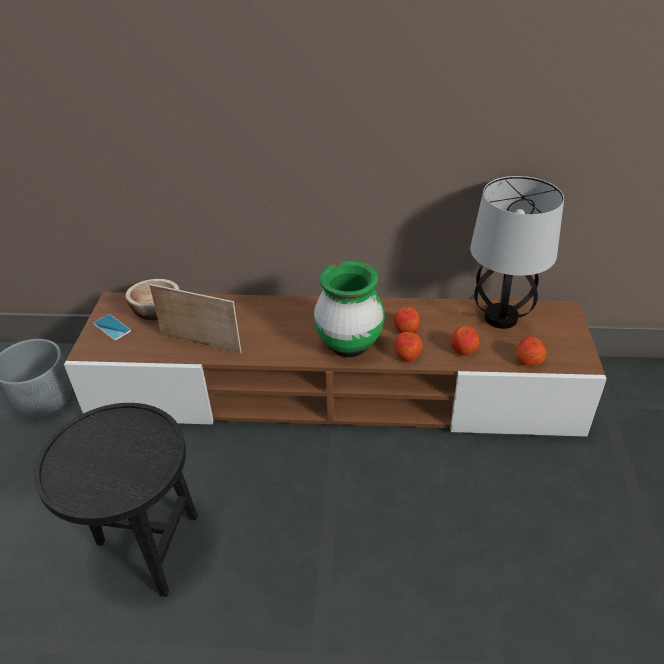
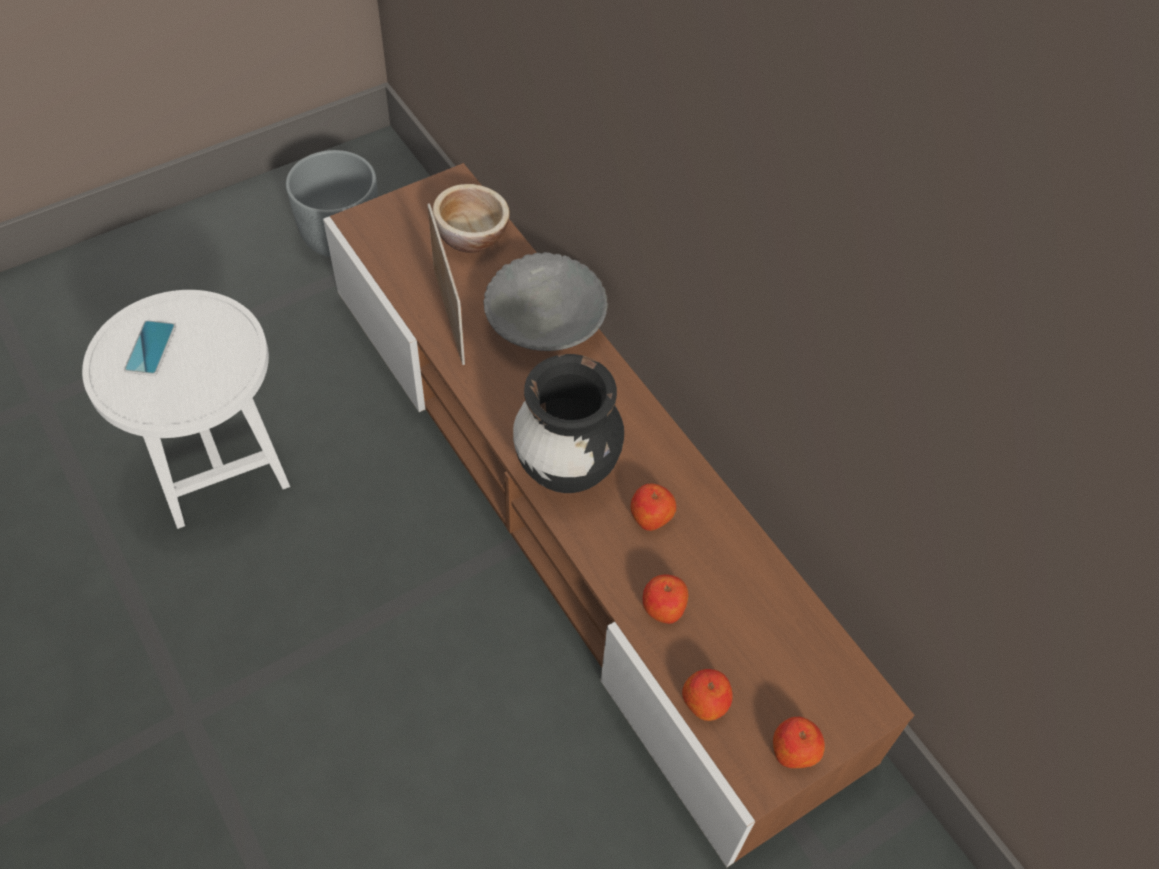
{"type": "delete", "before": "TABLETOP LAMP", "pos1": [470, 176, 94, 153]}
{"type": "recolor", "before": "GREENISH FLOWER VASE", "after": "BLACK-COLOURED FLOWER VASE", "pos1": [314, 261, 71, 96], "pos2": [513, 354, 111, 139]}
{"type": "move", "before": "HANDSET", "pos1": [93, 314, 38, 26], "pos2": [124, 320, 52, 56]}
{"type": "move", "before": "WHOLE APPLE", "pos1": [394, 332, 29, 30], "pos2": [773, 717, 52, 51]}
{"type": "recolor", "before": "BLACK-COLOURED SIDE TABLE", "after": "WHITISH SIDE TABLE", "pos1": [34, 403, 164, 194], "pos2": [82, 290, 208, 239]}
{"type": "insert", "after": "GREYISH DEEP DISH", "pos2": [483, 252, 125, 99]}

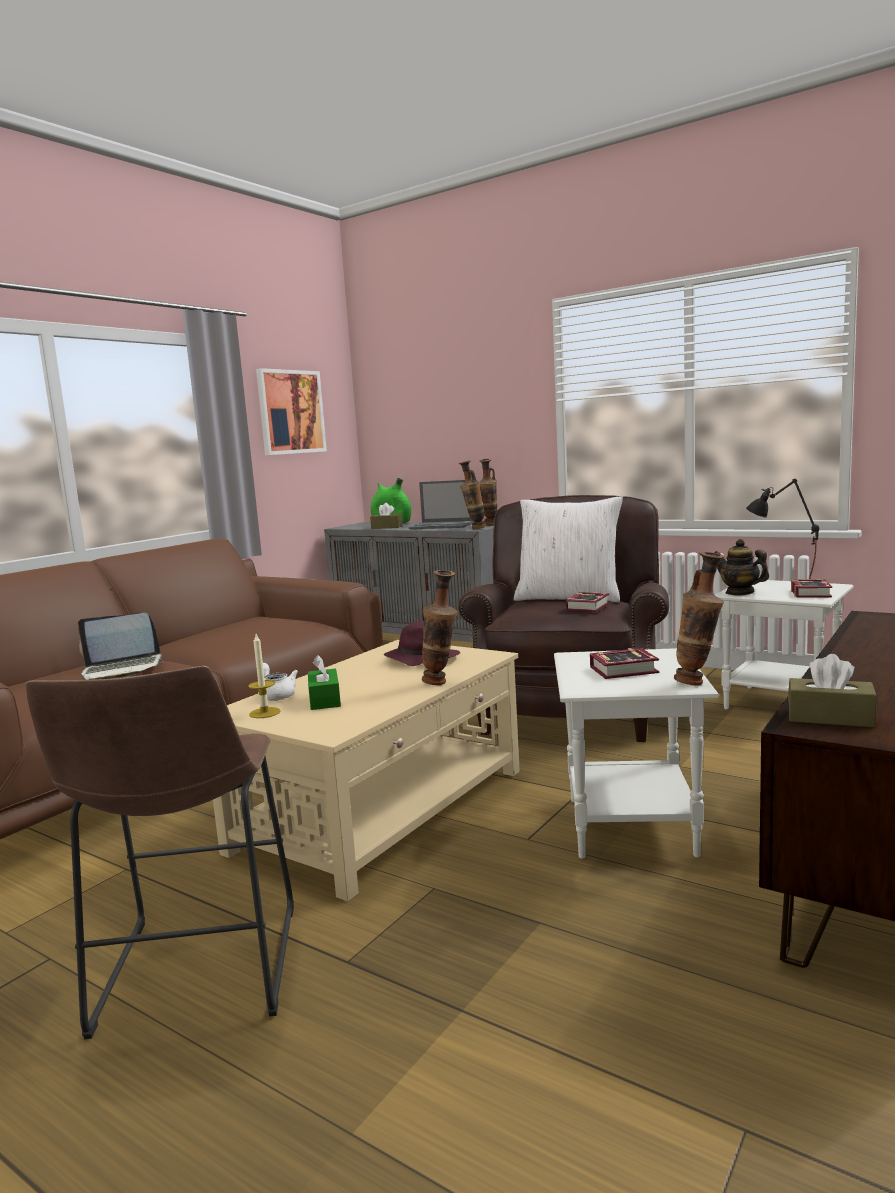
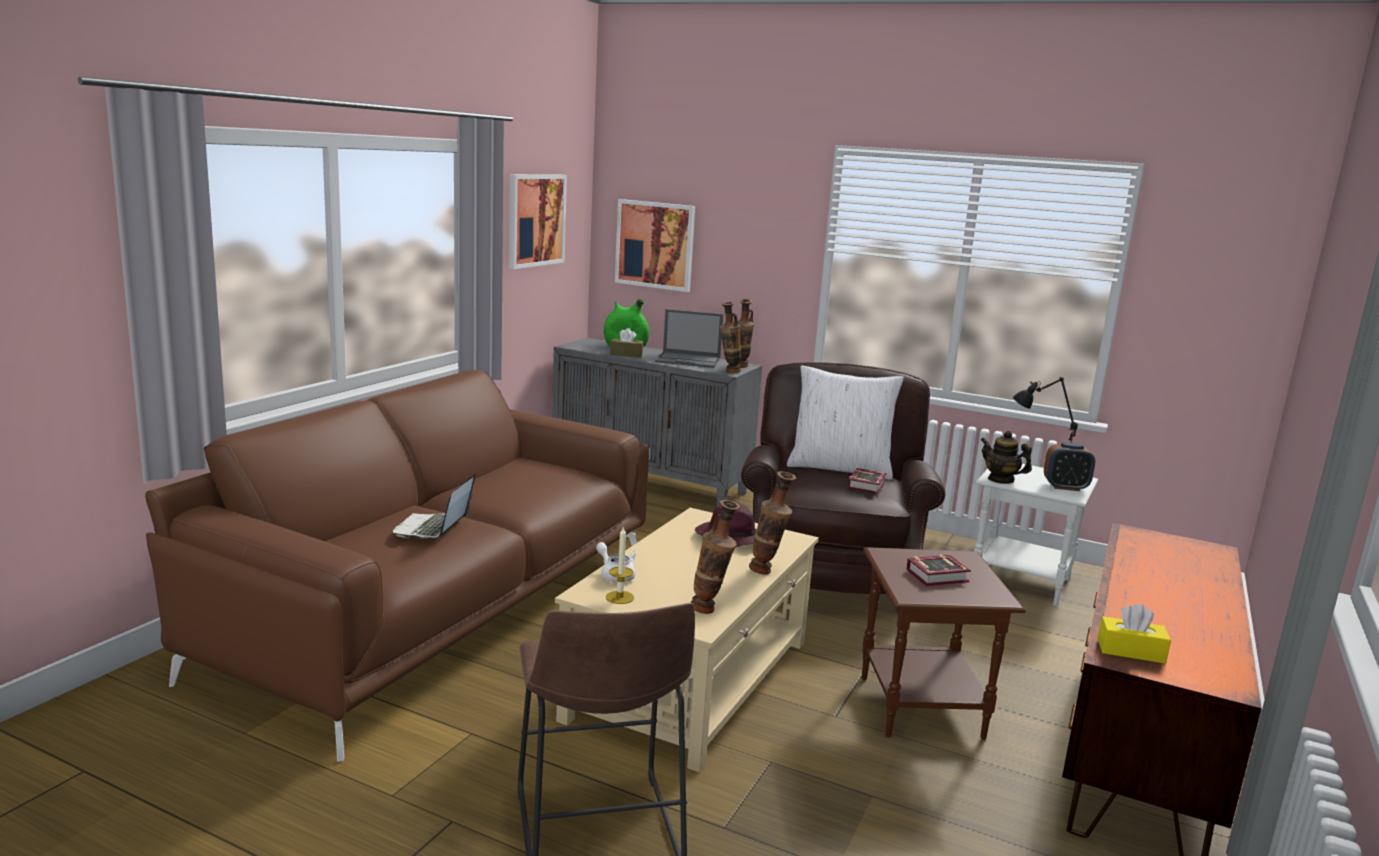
{"type": "move", "before": "FLOWER VASE", "pos1": [674, 552, 51, 133], "pos2": [690, 500, 51, 114]}
{"type": "replace", "before": "BOOK", "after": "ALARM CLOCK", "pos1": [791, 579, 41, 19], "pos2": [1044, 443, 51, 48]}
{"type": "rotate", "before": "PORTABLE COMPUTER", "pos1": [78, 613, 84, 67], "pos2": [393, 473, 83, 66], "turn": 120}
{"type": "recolor", "before": "WHITISH SIDE TABLE", "after": "BROWN SIDE TABLE", "pos1": [554, 648, 165, 211], "pos2": [862, 547, 164, 193]}
{"type": "recolor", "before": "BROWN TISSUE BOX", "after": "YELLOW-COLOURED TISSUE BOX", "pos1": [788, 654, 89, 74], "pos2": [1098, 604, 73, 60]}
{"type": "delete", "before": "GREENISH TISSUE BOX", "pos1": [308, 655, 33, 55]}
{"type": "insert", "after": "PICTURE", "pos2": [615, 199, 80, 93]}

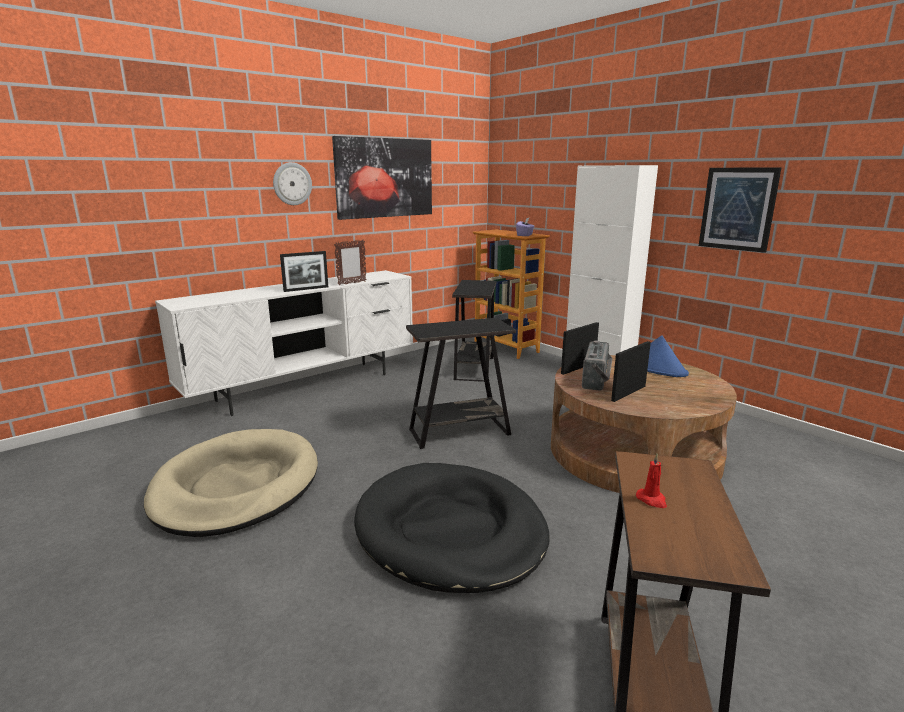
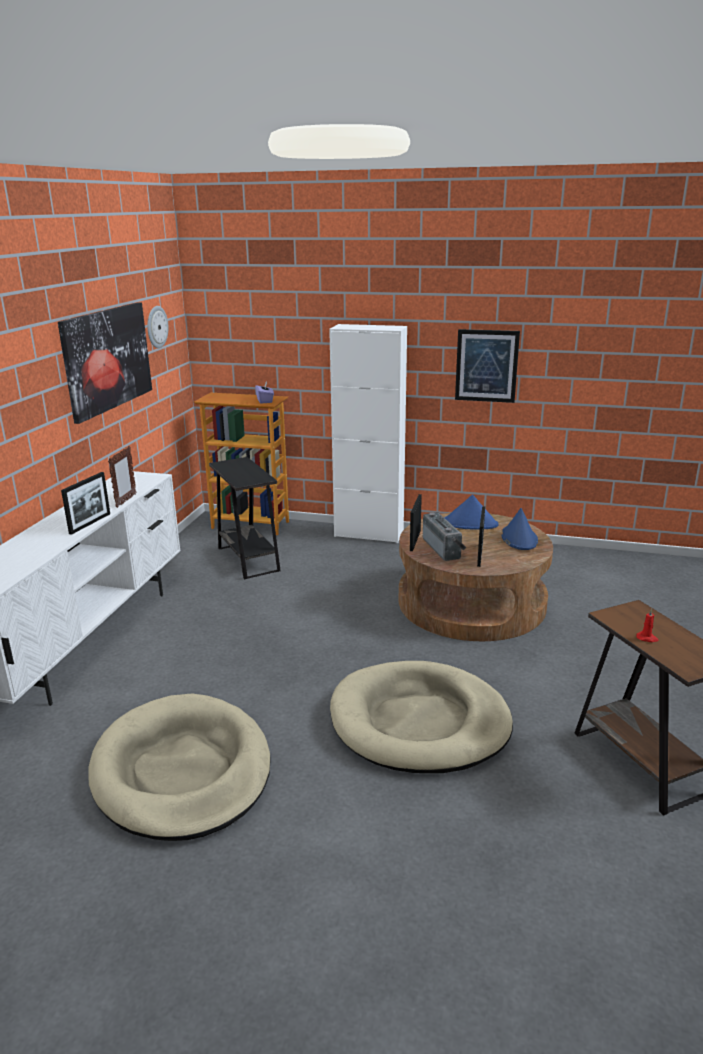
{"type": "move", "before": "HANGING CLOCK", "pos1": [273, 162, 39, 43], "pos2": [147, 306, 21, 42]}
{"type": "delete", "before": "BLACK-COLOURED SIDE TABLE", "pos1": [406, 318, 110, 131]}
{"type": "recolor", "before": "BLACK-COLOURED DOG CUSHION", "after": "SAND-COLOURED DOG CUSHION", "pos1": [354, 463, 195, 130], "pos2": [330, 661, 183, 112]}
{"type": "insert", "after": "BLUE-COLOURED CLOTHING HAT", "pos2": [502, 508, 36, 42]}

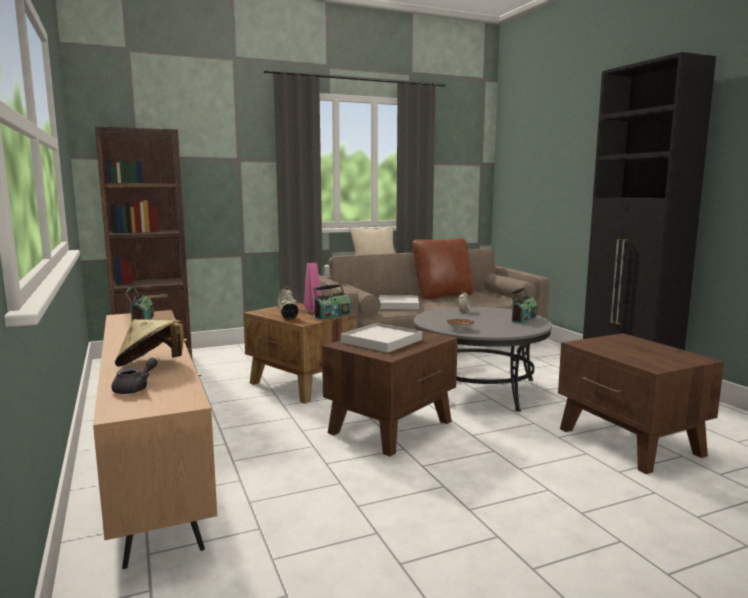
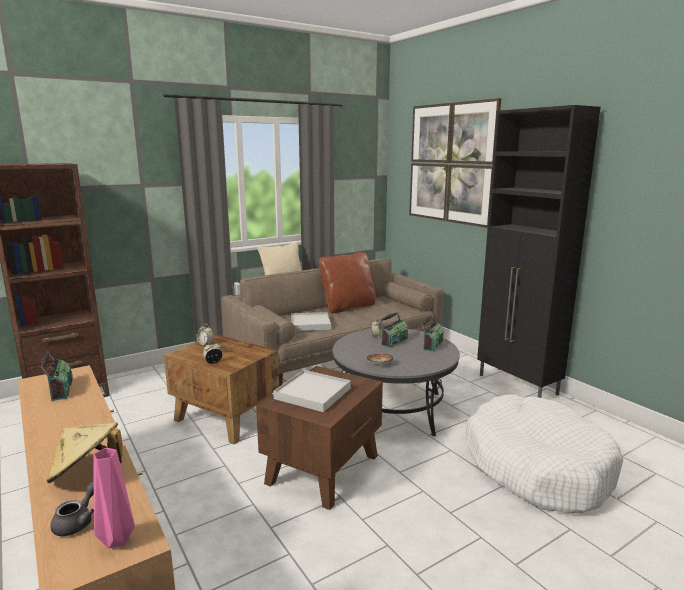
{"type": "move", "before": "PINKISH FLOWER VASE", "pos1": [304, 263, 17, 50], "pos2": [93, 448, 42, 100]}
{"type": "move", "before": "RADIO RECEIVER", "pos1": [313, 284, 38, 36], "pos2": [380, 312, 28, 36]}
{"type": "replace", "before": "BROWN SIDE TABLE", "after": "WHITISH DOG CUSHION", "pos1": [558, 333, 166, 141], "pos2": [466, 394, 157, 120]}
{"type": "insert", "after": "PICTURE", "pos2": [409, 98, 92, 130]}

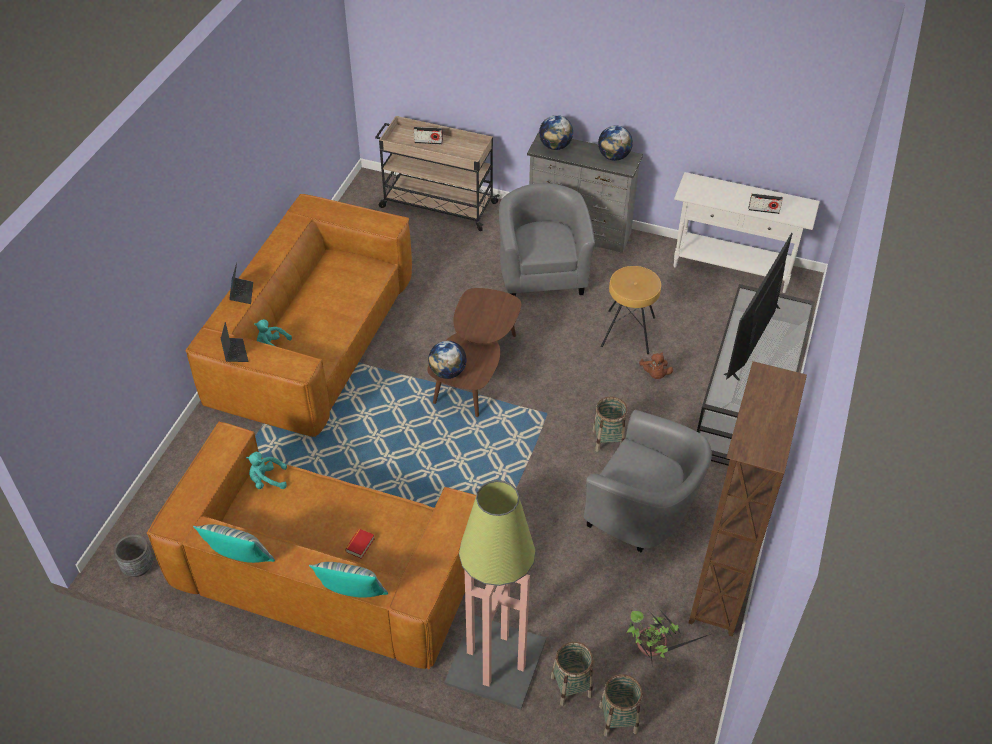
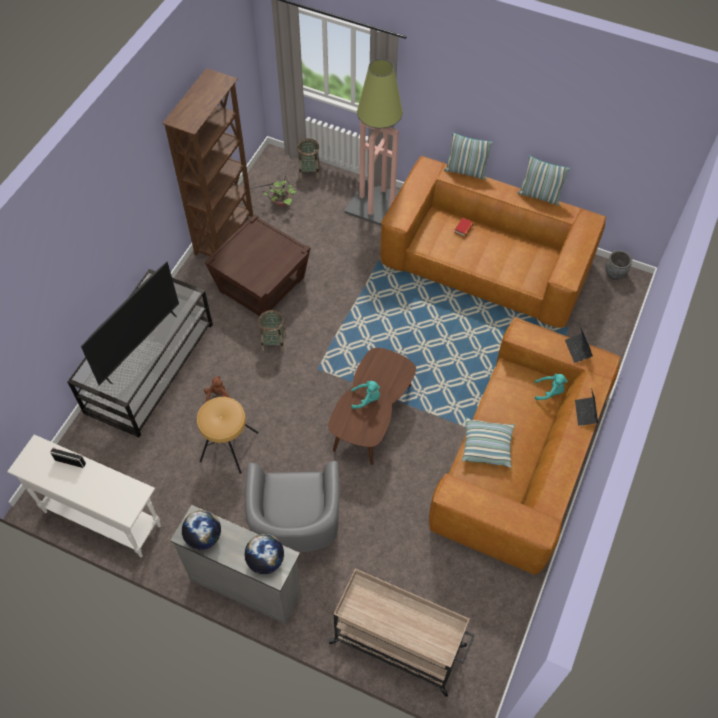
{"type": "delete", "before": "RADIO RECEIVER", "pos1": [414, 127, 29, 17]}
{"type": "delete", "before": "DESK GLOBE", "pos1": [428, 341, 39, 38]}
{"type": "replace", "before": "GREYISH ARMCHAIR", "after": "BROWN SIDE TABLE", "pos1": [584, 410, 128, 143], "pos2": [205, 214, 106, 102]}
{"type": "move", "before": "TURQUOISE CUDDLY TOY", "pos1": [246, 452, 41, 37], "pos2": [351, 381, 29, 28]}
{"type": "delete", "before": "STORAGE BASKET", "pos1": [551, 642, 42, 64]}
{"type": "insert", "after": "CUSHION", "pos2": [462, 417, 53, 51]}

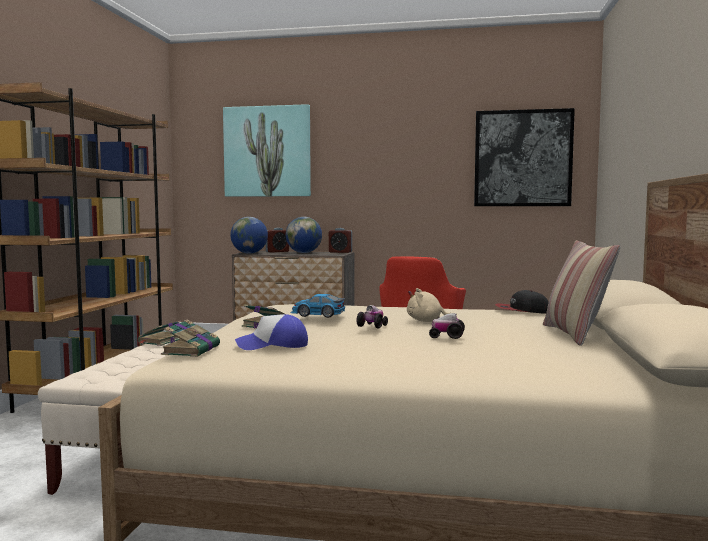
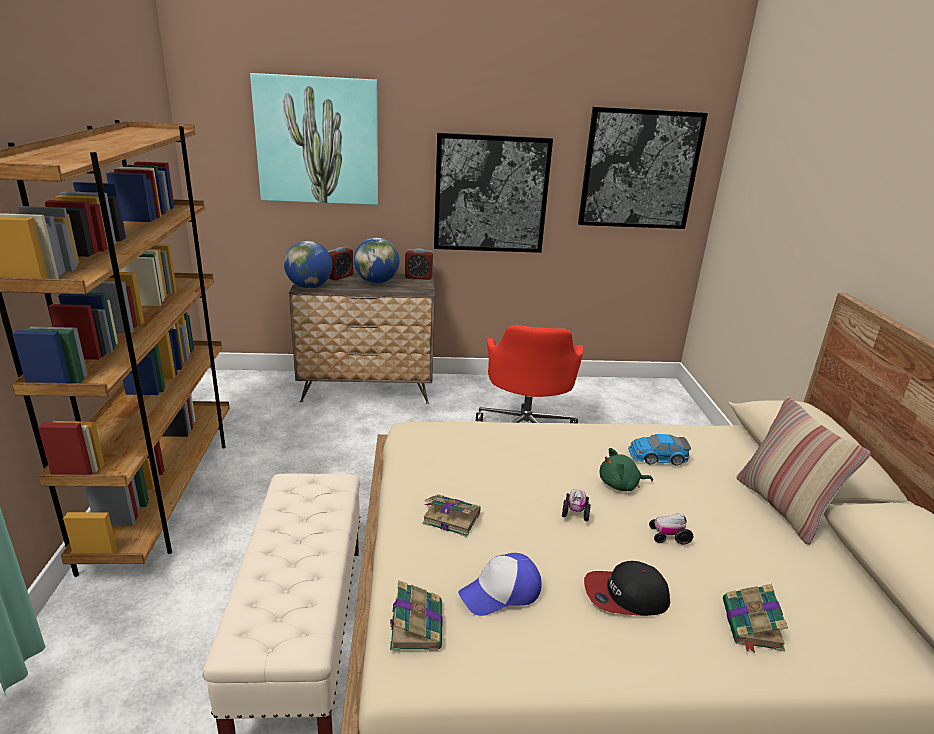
{"type": "recolor", "before": "SAND-COLOURED CUDDLY TOY", "after": "GREENISH CUDDLY TOY", "pos1": [407, 288, 50, 34], "pos2": [599, 448, 54, 43]}
{"type": "move", "before": "BASEBALL CAP", "pos1": [495, 290, 54, 24], "pos2": [584, 561, 86, 55]}
{"type": "move", "before": "MINIATURE CAR", "pos1": [291, 294, 54, 24], "pos2": [628, 434, 63, 32]}
{"type": "move", "before": "BOOK", "pos1": [138, 320, 43, 26], "pos2": [723, 584, 65, 69]}
{"type": "insert", "after": "PICTURE", "pos2": [434, 133, 119, 120]}

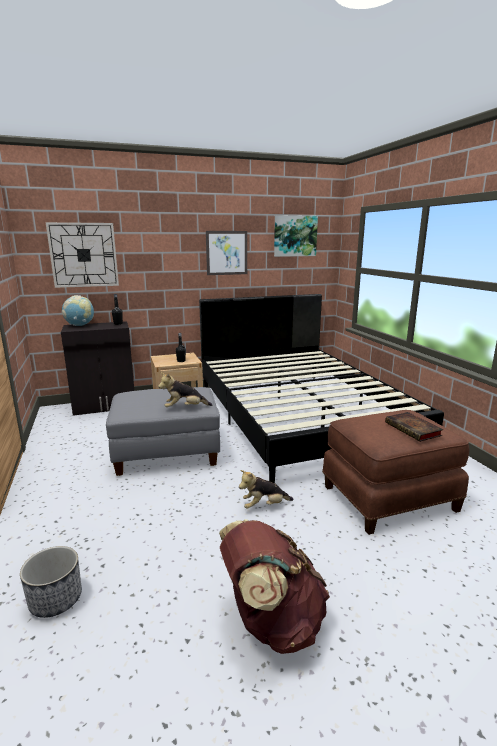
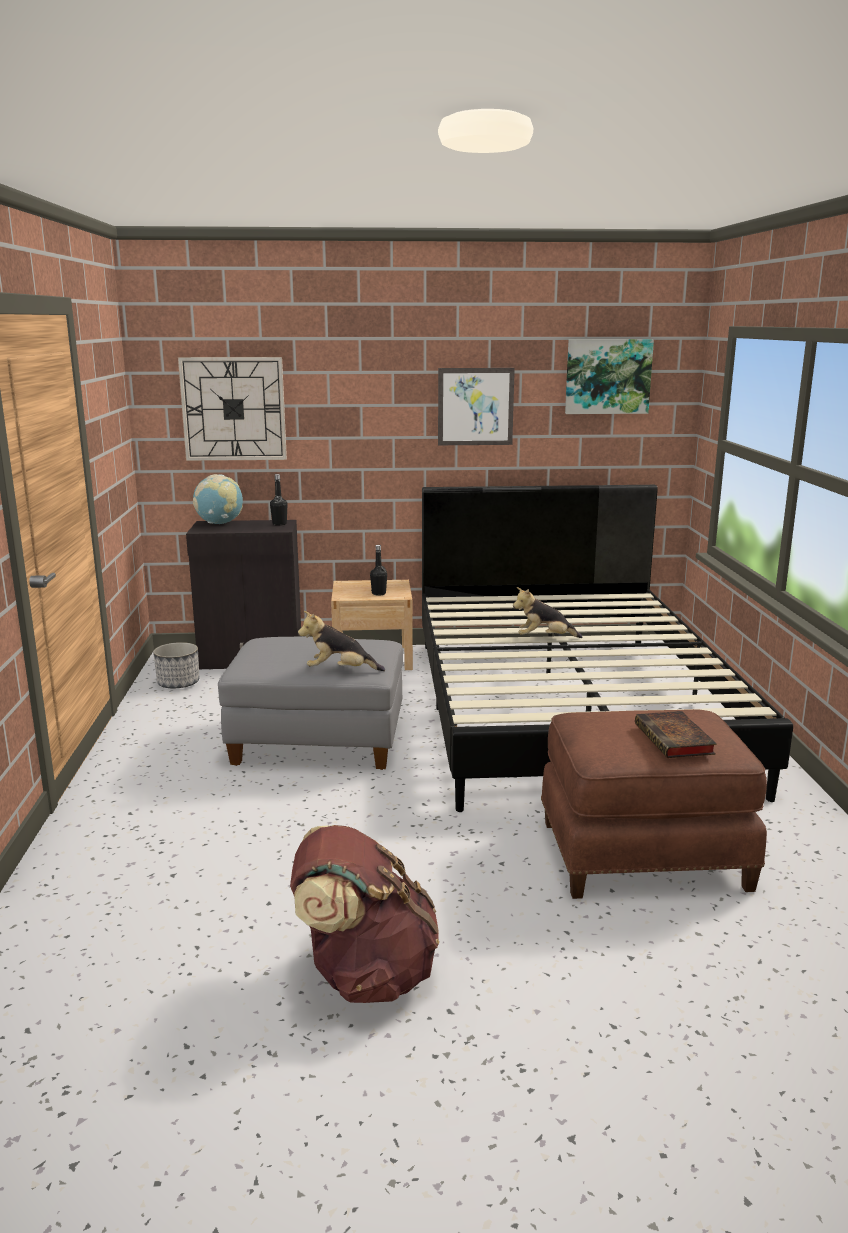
{"type": "move", "before": "CUDDLY TOY", "pos1": [239, 470, 55, 39], "pos2": [513, 587, 69, 51]}
{"type": "move", "before": "PLANT POT", "pos1": [20, 546, 62, 72], "pos2": [153, 642, 46, 46]}

